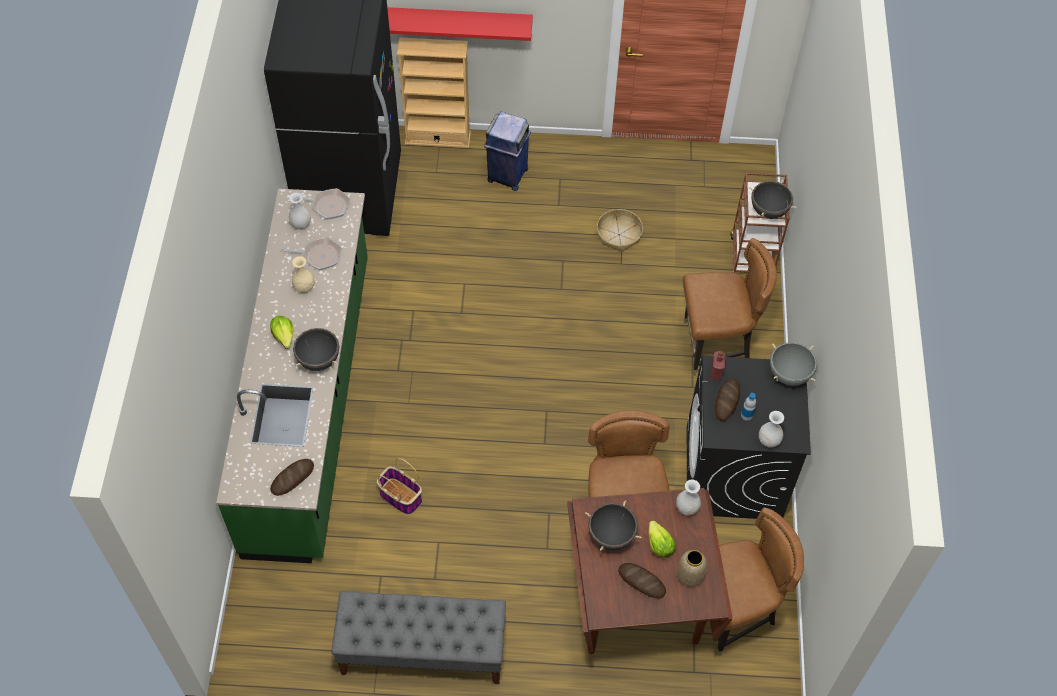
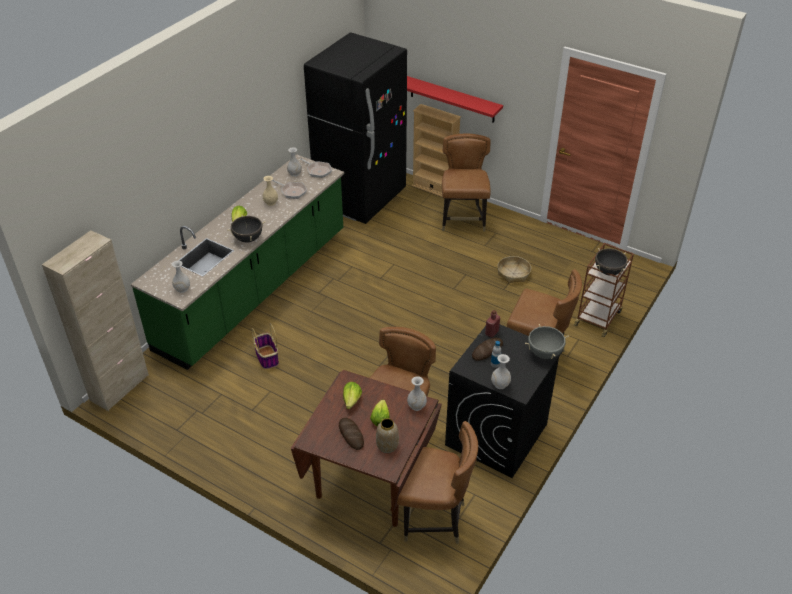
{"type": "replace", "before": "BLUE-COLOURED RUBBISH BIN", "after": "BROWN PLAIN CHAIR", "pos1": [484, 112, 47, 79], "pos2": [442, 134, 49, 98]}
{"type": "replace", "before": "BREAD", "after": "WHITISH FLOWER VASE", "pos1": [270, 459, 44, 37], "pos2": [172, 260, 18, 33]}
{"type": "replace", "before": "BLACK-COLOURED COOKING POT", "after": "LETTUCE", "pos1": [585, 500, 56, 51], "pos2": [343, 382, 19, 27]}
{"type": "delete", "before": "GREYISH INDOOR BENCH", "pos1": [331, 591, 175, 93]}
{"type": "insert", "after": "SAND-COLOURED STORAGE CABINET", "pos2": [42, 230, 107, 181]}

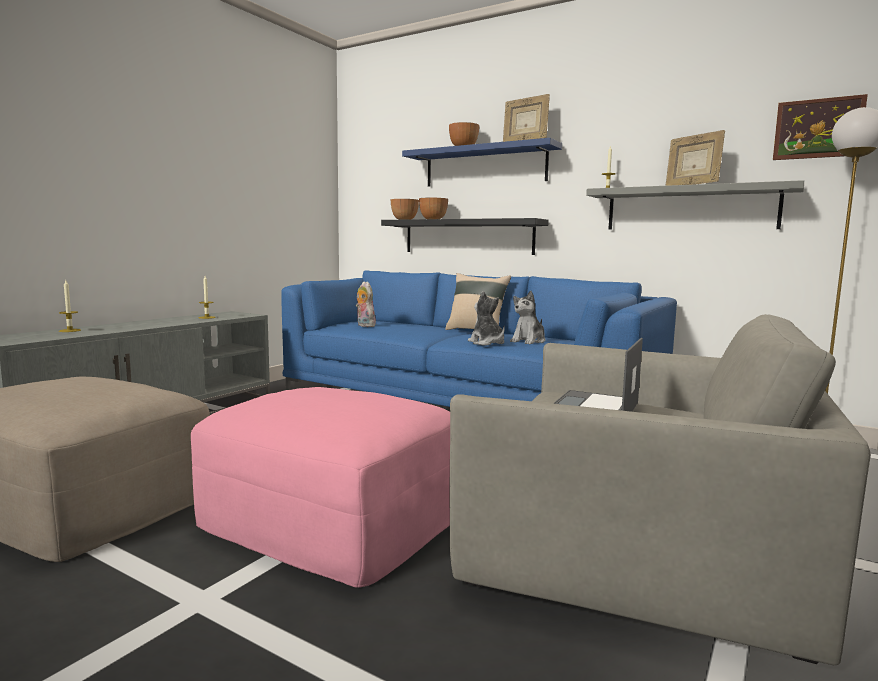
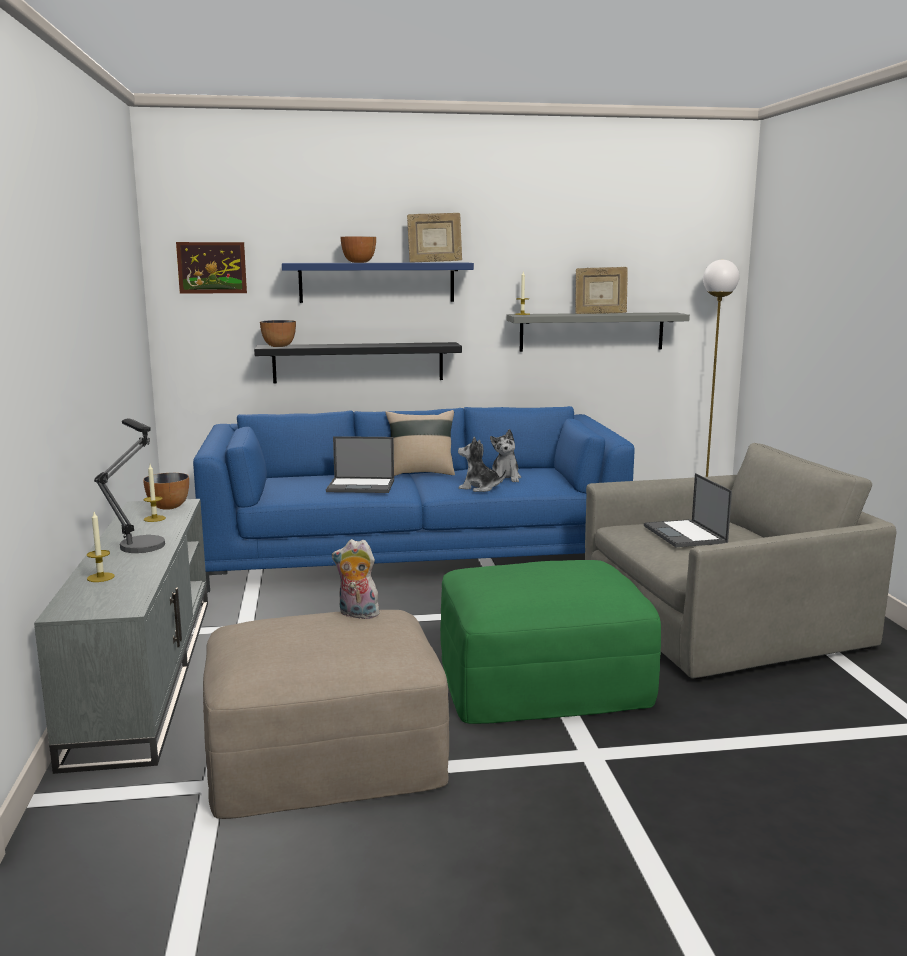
{"type": "move", "before": "PICTURE", "pos1": [773, 94, 95, 66], "pos2": [176, 242, 71, 52]}
{"type": "move", "before": "DEEP DISH", "pos1": [419, 198, 29, 21], "pos2": [143, 473, 46, 37]}
{"type": "move", "before": "CUDDLY TOY", "pos1": [356, 282, 20, 45], "pos2": [332, 539, 48, 80]}
{"type": "recolor", "before": "PINKISH POUFFE", "after": "GREENISH POUFFE", "pos1": [191, 387, 259, 201], "pos2": [440, 560, 221, 164]}
{"type": "insert", "after": "TABLETOP LAMP", "pos2": [94, 419, 71, 134]}
{"type": "insert", "after": "PORTABLE COMPUTER", "pos2": [326, 436, 68, 57]}

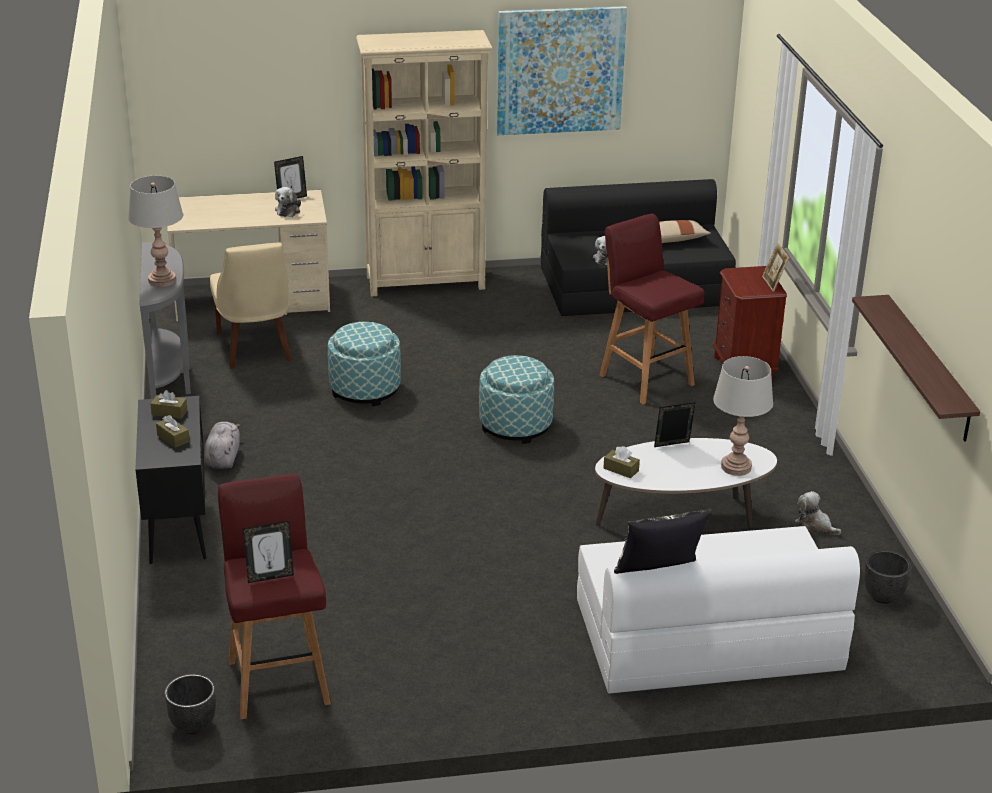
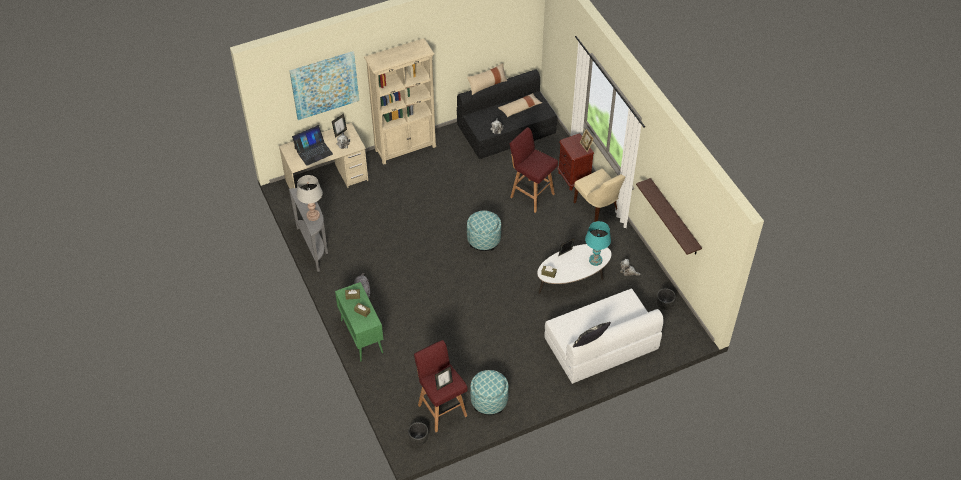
{"type": "move", "before": "PICTURE", "pos1": [497, 6, 130, 129], "pos2": [289, 51, 70, 69]}
{"type": "move", "before": "SAND-COLOURED PLAIN CHAIR", "pos1": [210, 242, 82, 127], "pos2": [574, 169, 51, 53]}
{"type": "move", "before": "POUFFE", "pos1": [328, 322, 73, 84], "pos2": [470, 370, 39, 45]}
{"type": "recolor", "before": "GREYISH TABLETOP LAMP", "after": "TURQUOISE TABLETOP LAMP", "pos1": [713, 356, 60, 120], "pos2": [585, 221, 26, 45]}
{"type": "recolor", "before": "BLACK-COLOURED STORAGE CABINET", "after": "GREENISH STORAGE CABINET", "pos1": [135, 396, 72, 168], "pos2": [335, 282, 48, 79]}
{"type": "insert", "after": "SAND-COLOURED CUSHION", "pos2": [467, 63, 40, 32]}
{"type": "insert", "after": "PORTABLE COMPUTER", "pos2": [292, 125, 41, 41]}

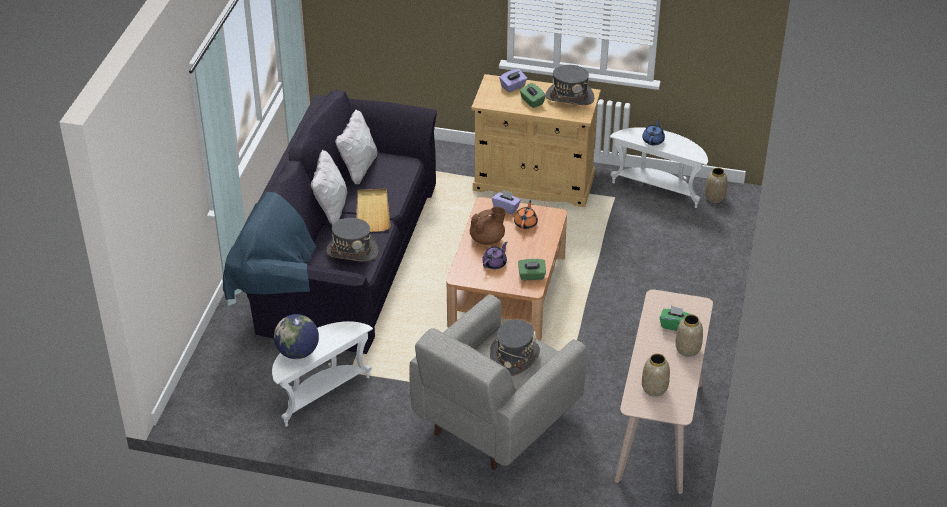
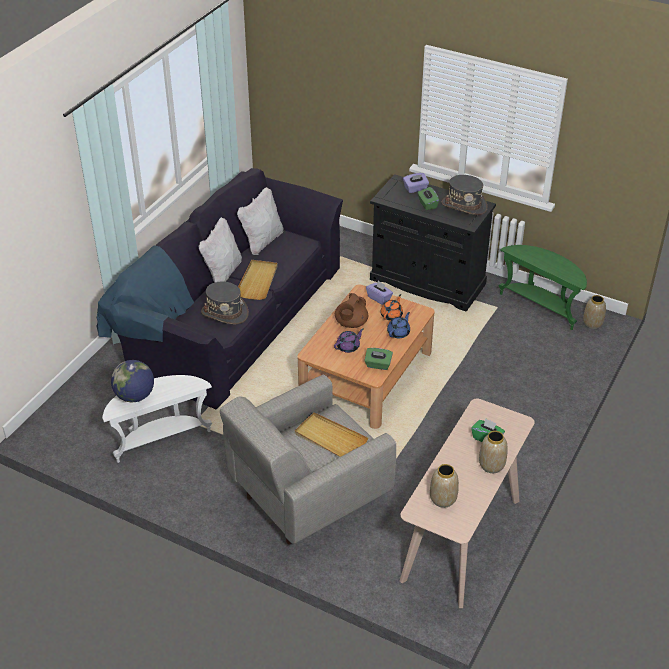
{"type": "recolor", "before": "SAND-COLOURED STORAGE CABINET", "after": "BLACK-COLOURED STORAGE CABINET", "pos1": [471, 74, 130, 133], "pos2": [370, 174, 126, 138]}
{"type": "move", "before": "BLUE-COLOURED TEA POT", "pos1": [642, 119, 23, 26], "pos2": [387, 312, 23, 26]}
{"type": "recolor", "before": "WHITISH SIDE TABLE", "after": "GREENISH SIDE TABLE", "pos1": [610, 127, 98, 81], "pos2": [499, 245, 88, 85]}
{"type": "rotate", "before": "BROWN TEA POT", "pos1": [470, 207, 36, 38], "pos2": [335, 293, 33, 35], "turn": 135}
{"type": "replace", "before": "GREYISH CLOTHING HAT", "after": "SAND-COLOURED CARRYING TRAY", "pos1": [490, 319, 50, 57], "pos2": [295, 412, 73, 45]}

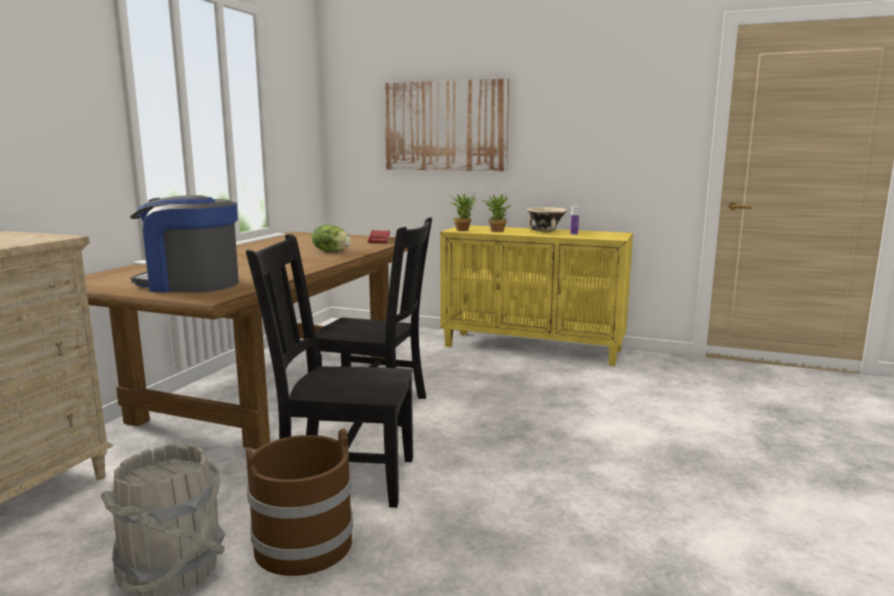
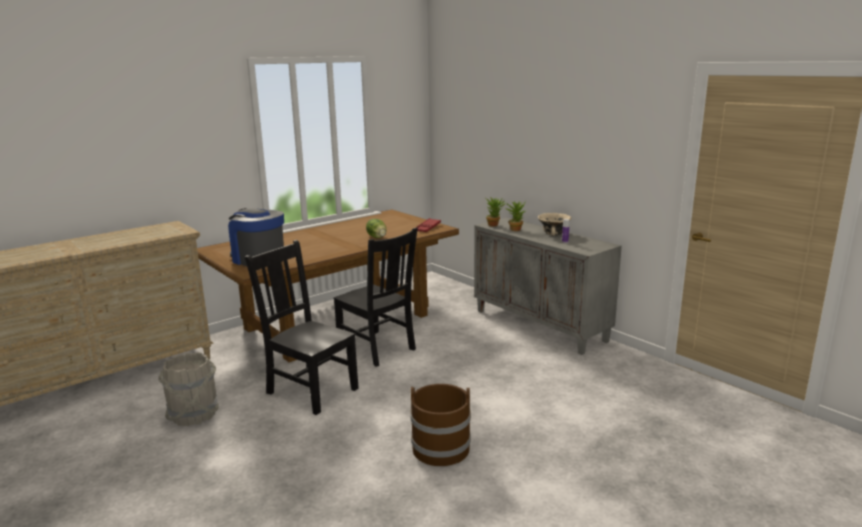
{"type": "delete", "before": "PICTURE", "pos1": [384, 78, 125, 93]}
{"type": "recolor", "before": "YELLOW-COLOURED STORAGE CABINET", "after": "GREYISH STORAGE CABINET", "pos1": [440, 225, 193, 141], "pos2": [474, 218, 148, 137]}
{"type": "move", "before": "BROWN BUCKET", "pos1": [246, 429, 107, 147], "pos2": [410, 384, 61, 82]}

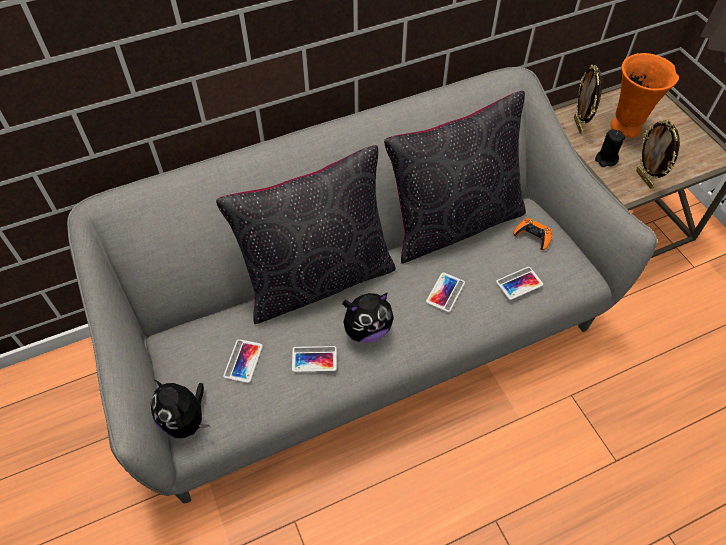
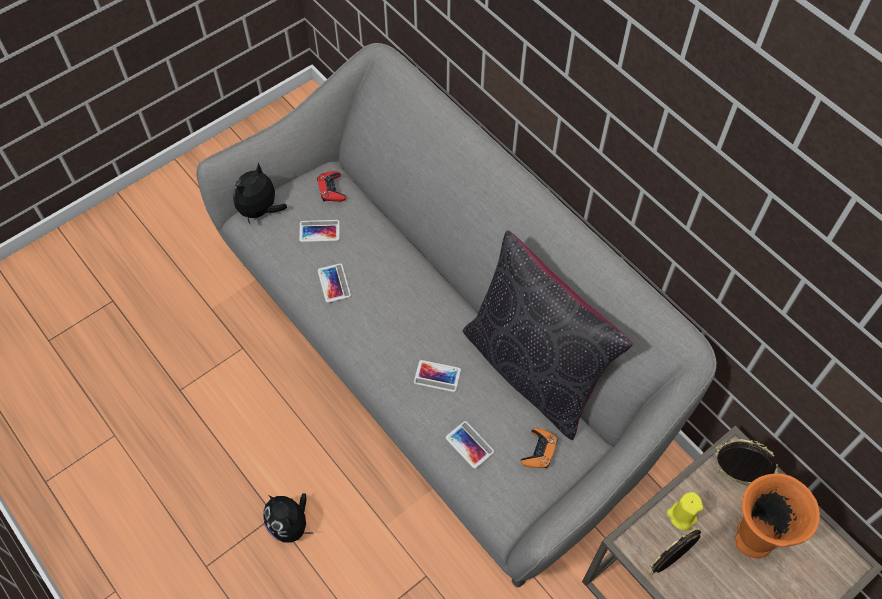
{"type": "rotate", "before": "PHOTO FRAME", "pos1": [574, 65, 28, 69], "pos2": [716, 439, 63, 47], "turn": 45}
{"type": "recolor", "before": "BLACK-COLOURED WAX LIGHT", "after": "YELLOW-COLOURED WAX LIGHT", "pos1": [595, 130, 30, 37], "pos2": [667, 492, 36, 39]}
{"type": "delete", "before": "BLACK-COLOURED CUSHION", "pos1": [216, 145, 180, 179]}
{"type": "move", "before": "CUDDLY TOY", "pos1": [343, 293, 51, 50], "pos2": [263, 493, 50, 50]}
{"type": "insert", "after": "RED-COLOURED GAME CONTROLLER", "pos2": [317, 171, 29, 31]}

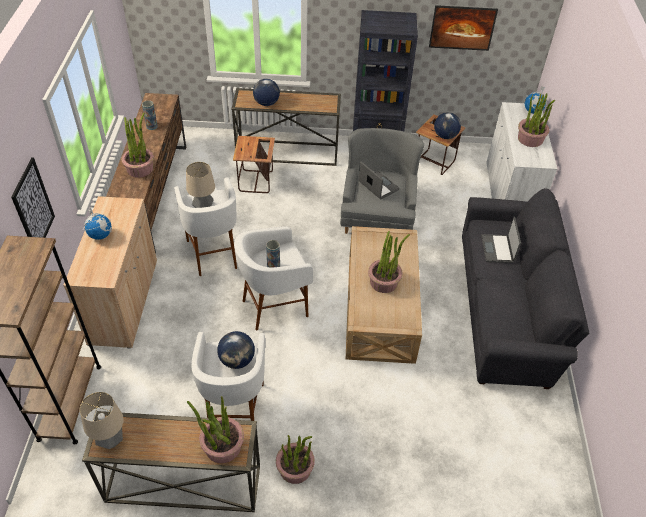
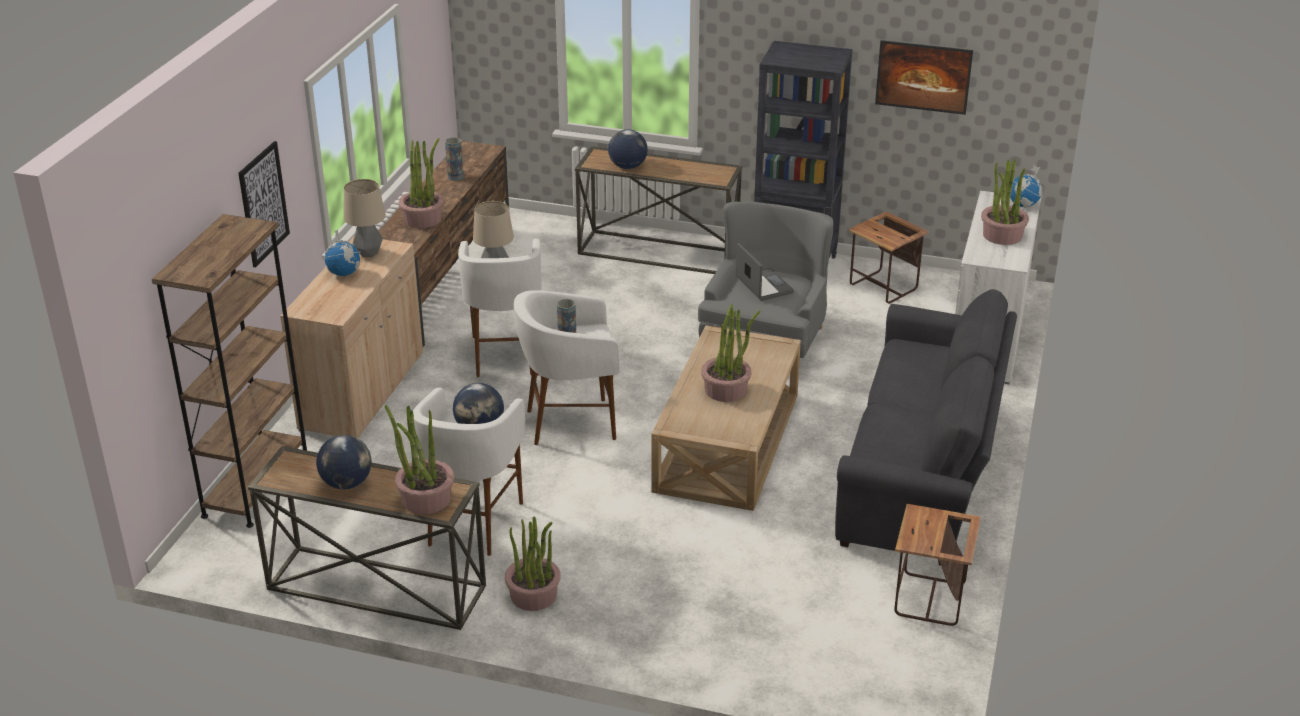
{"type": "move", "before": "DESK GLOBE", "pos1": [434, 112, 27, 27], "pos2": [316, 435, 56, 54]}
{"type": "move", "before": "SIDE TABLE", "pos1": [233, 136, 42, 57], "pos2": [895, 504, 86, 122]}
{"type": "delete", "before": "PORTABLE COMPUTER", "pos1": [481, 217, 40, 46]}
{"type": "move", "before": "TABLETOP LAMP", "pos1": [80, 392, 44, 57], "pos2": [344, 179, 42, 78]}

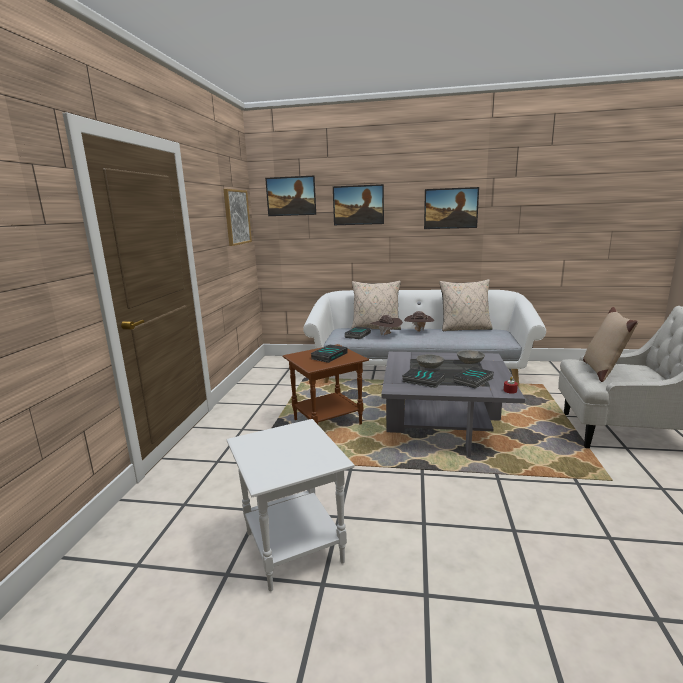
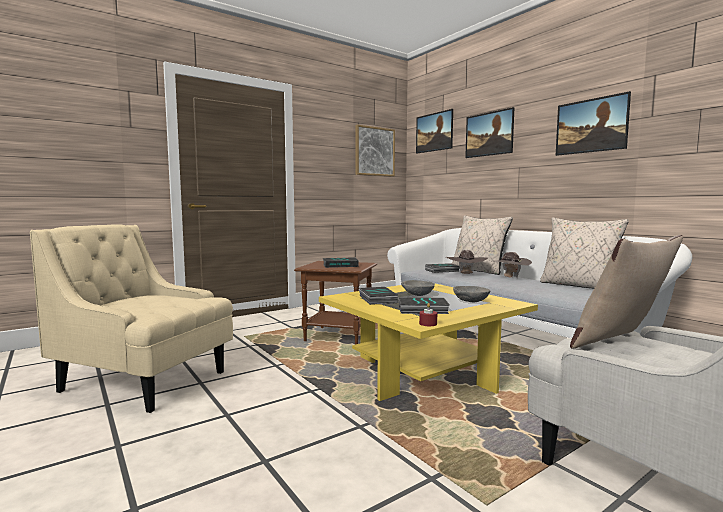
{"type": "recolor", "before": "GREYISH LOUNGE TABLE", "after": "YELLOW-COLOURED LOUNGE TABLE", "pos1": [381, 352, 144, 105], "pos2": [319, 283, 219, 118]}
{"type": "replace", "before": "WHITISH SIDE TABLE", "after": "SAND-COLOURED ARMCHAIR", "pos1": [227, 419, 128, 173], "pos2": [30, 224, 203, 189]}

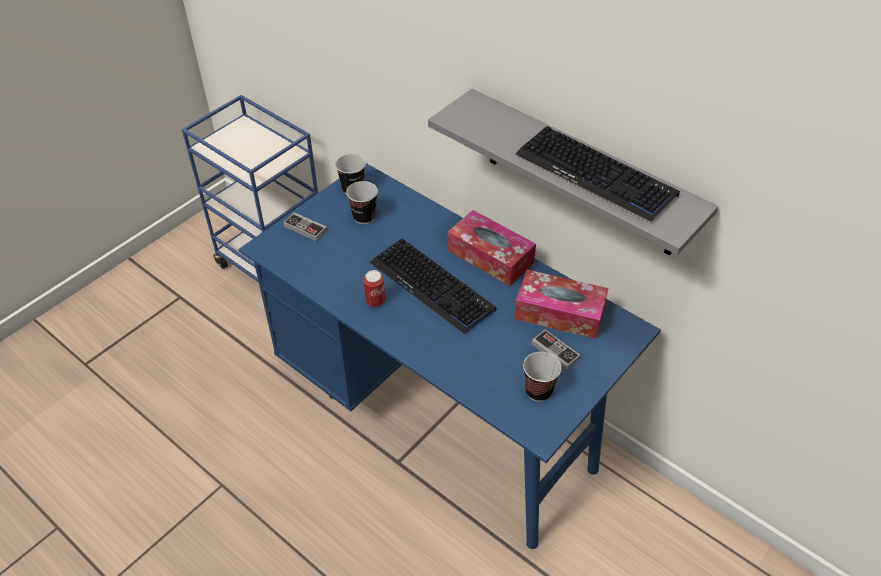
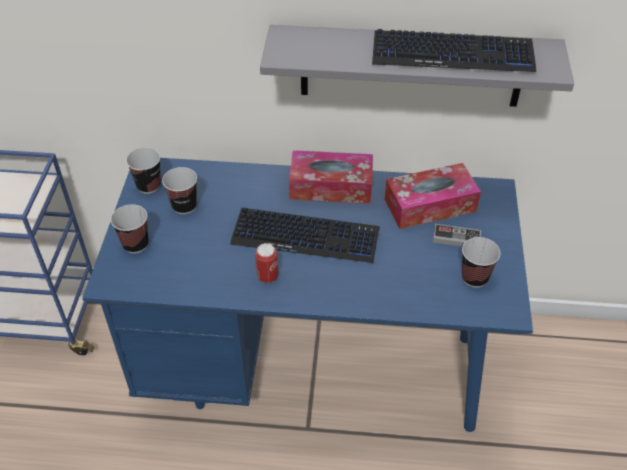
{"type": "replace", "before": "GAME CONTROLLER", "after": "DRINKING CUP", "pos1": [283, 212, 44, 29], "pos2": [111, 204, 38, 49]}

